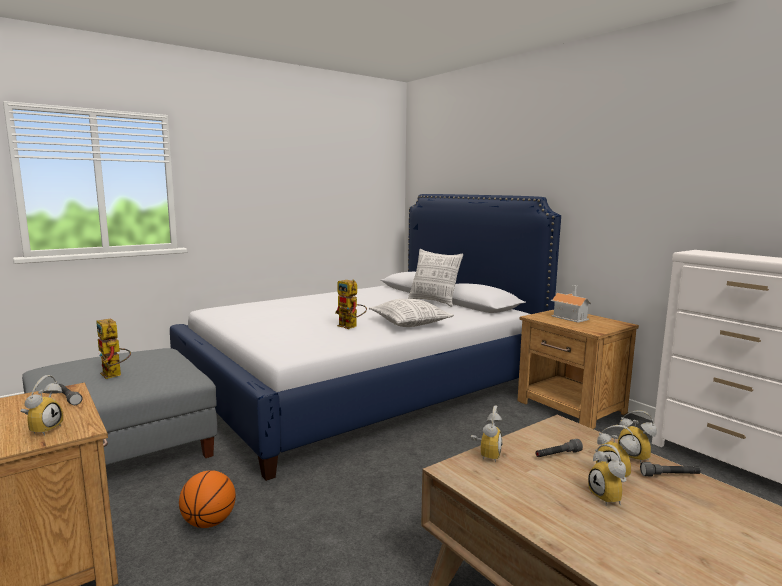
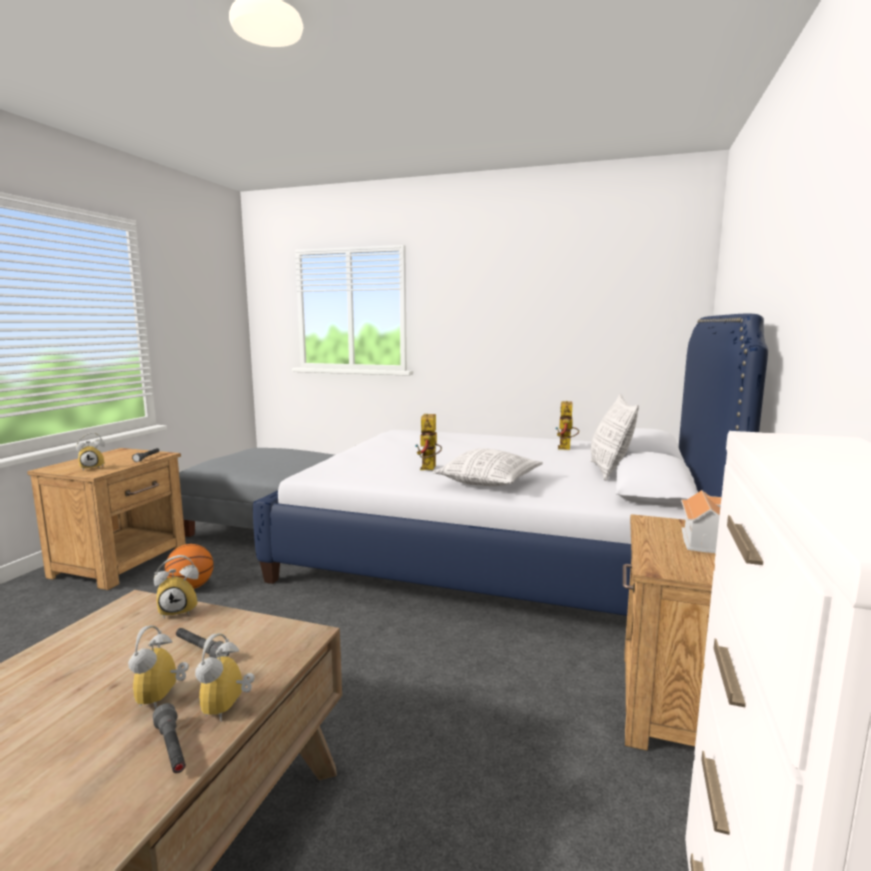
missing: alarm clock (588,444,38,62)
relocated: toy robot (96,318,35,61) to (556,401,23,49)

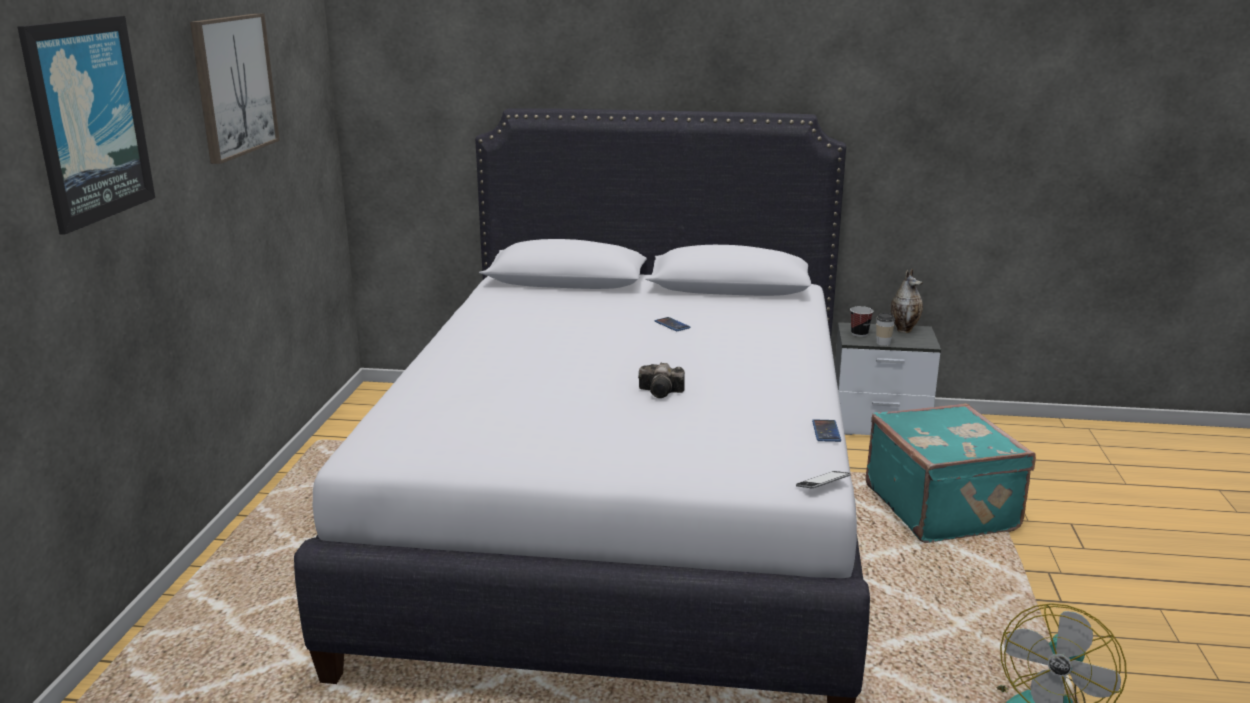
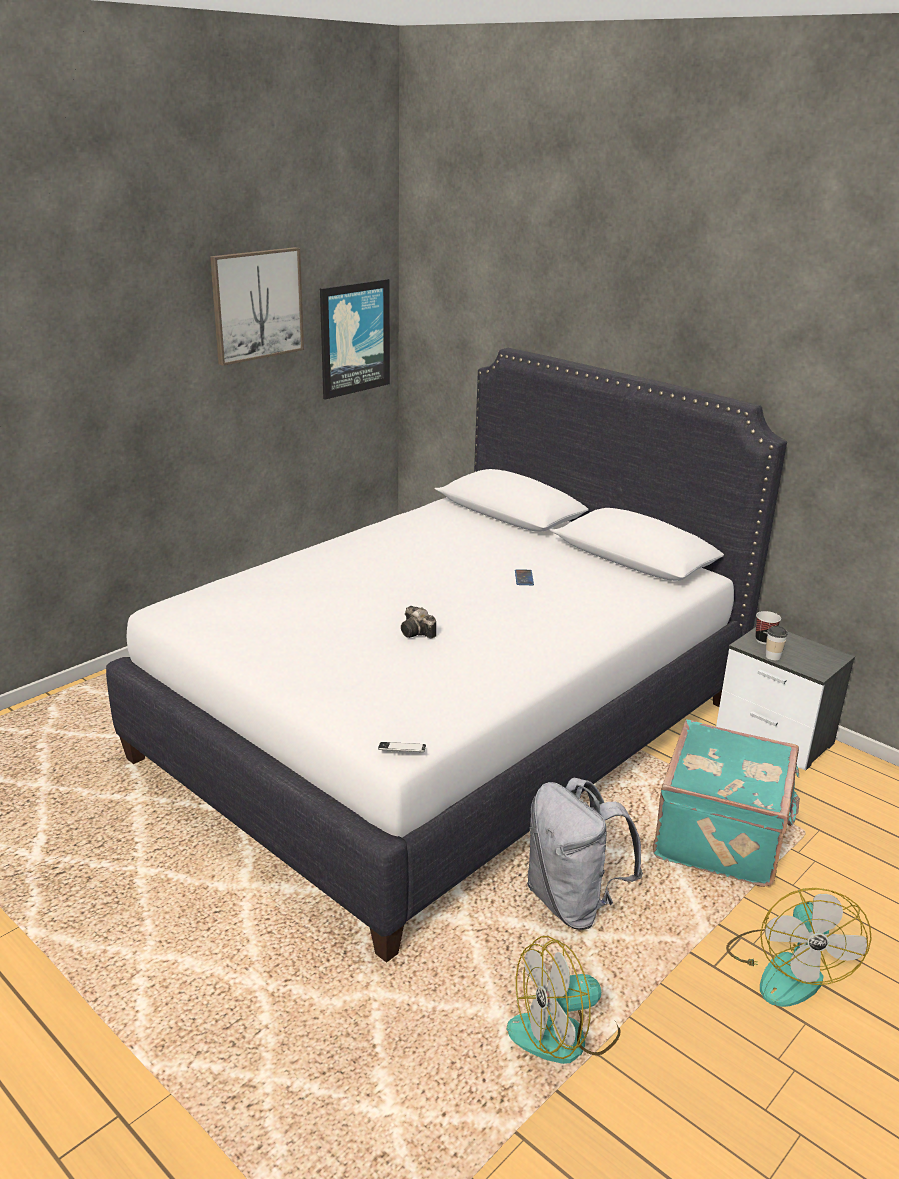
missing: vase (891,269,32,64); phone (812,419,29,23)
appeared: grey backpack (527,777,116,153); fan (726,888,146,119)
relocated: picture (17,16,138,219) to (320,279,70,121)

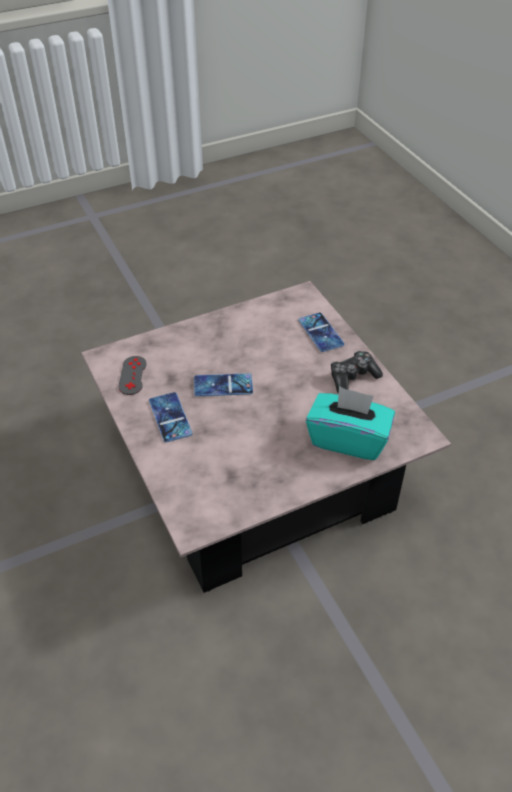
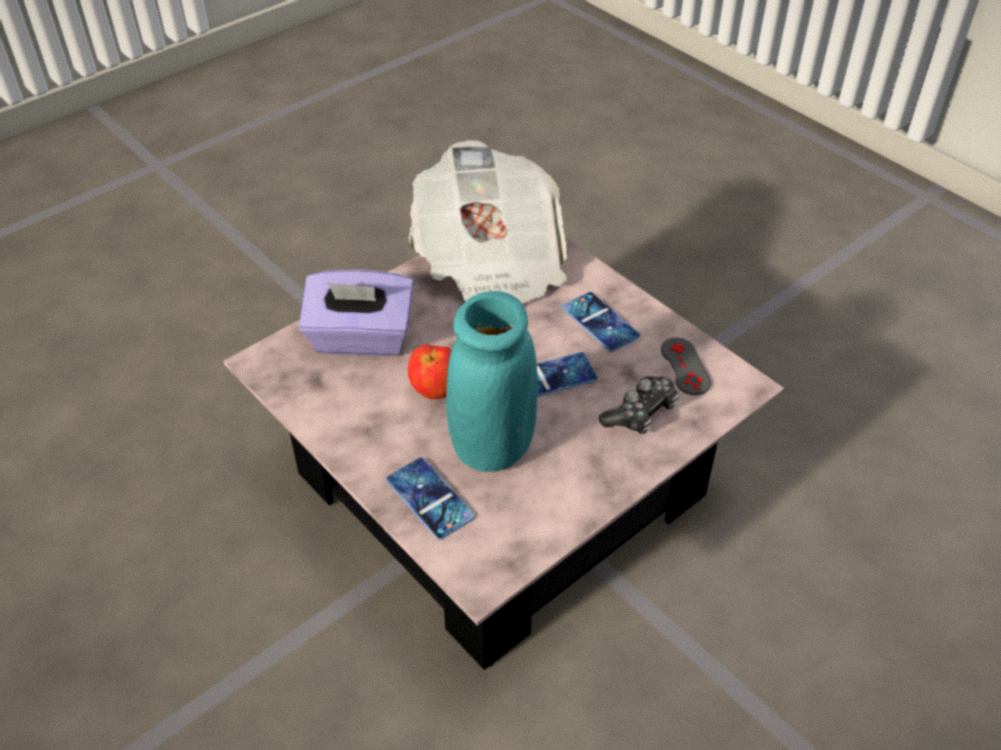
appeared: newspaper (409,140,158,164); turquoise vase (446,291,92,181); apple (408,344,44,55)
relocated: game controller (331,351,52,42) to (599,376,80,58)
colour: turquoise tissue box (306,386,89,74) to purple tissue box (299,269,115,87)

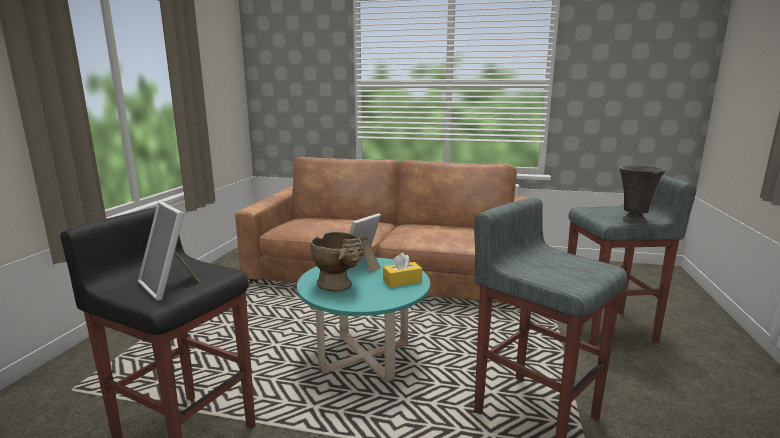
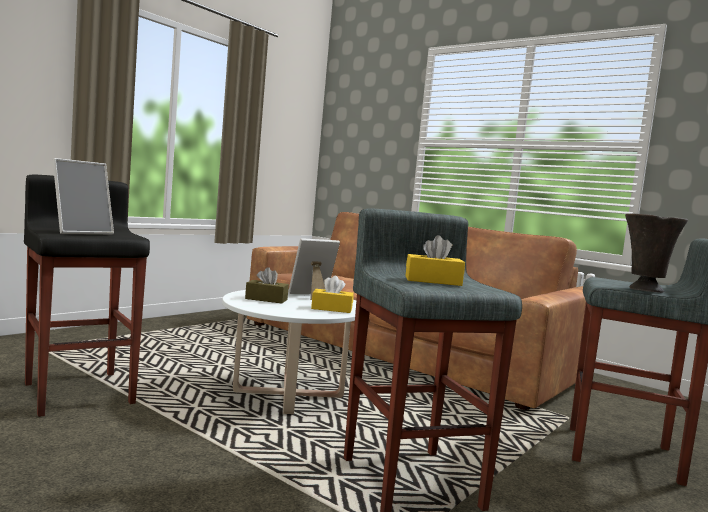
appeared: yellow tissue box (405,235,60,51)
exchanged: beige vase (311,232,54,60) to brown tissue box (245,267,44,37)
colour: turquoise coffee table (297,258,133,125) to white coffee table (222,289,134,125)
spun: picture frame (138,201,63,100) = (53,158,61,77) 120 degrees counterclockwise

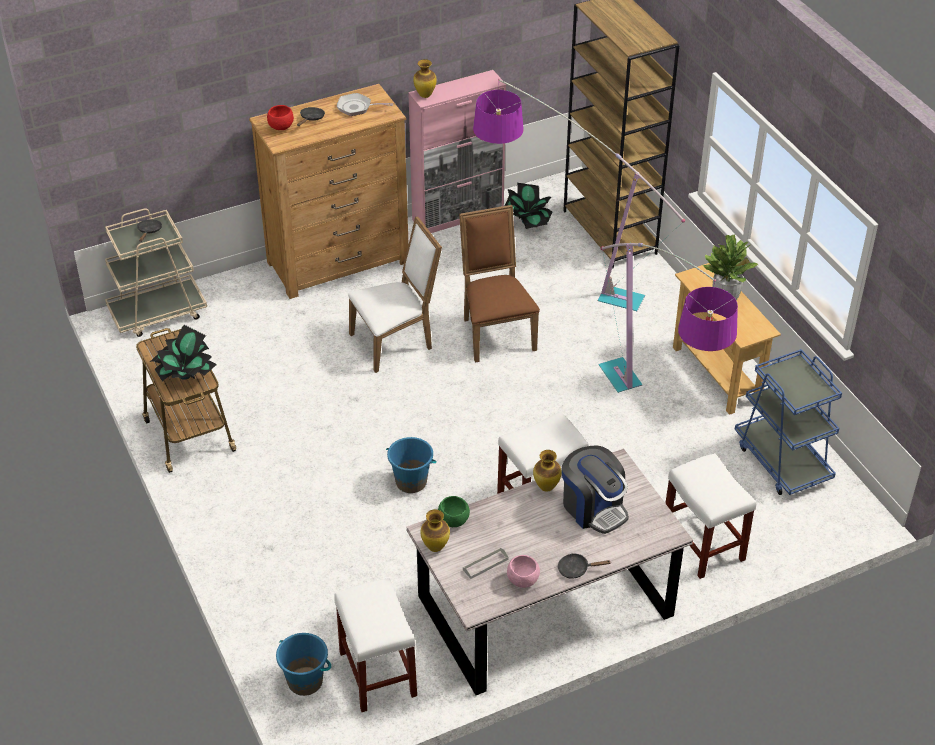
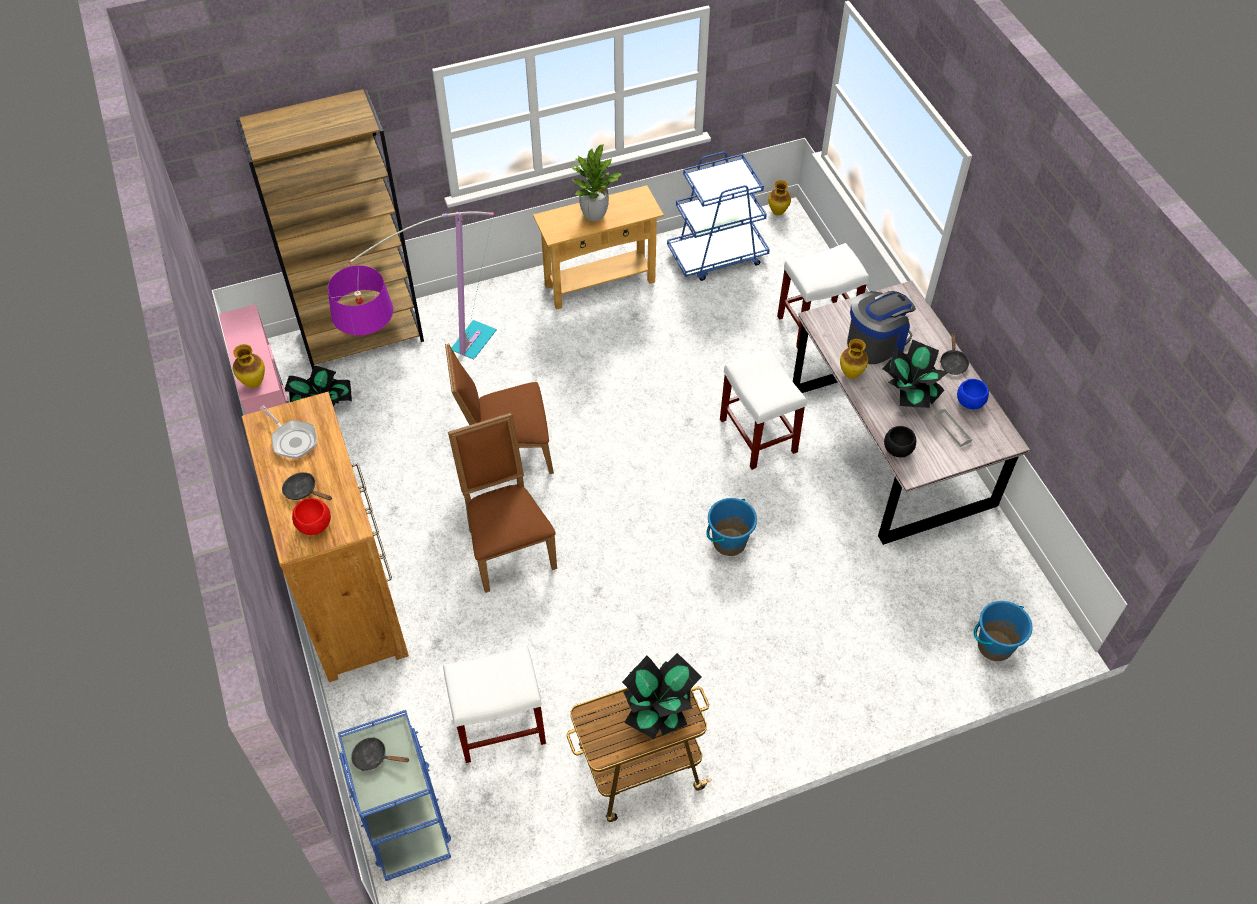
missing: floor lamp (598,243,140,150)
appeared: potted plant (882,339,66,69)
relocated: vase (421,509,29,43) to (768,180,23,36); white stool (334,578,83,134) to (443,645,103,118)
colour: beige cart (105,209,102,128) to blue cart (338,710,113,171); white chair (348,216,94,157) to brown chair (448,413,109,180); green bowl (438,496,32,31) to black bowl (884,426,32,31); pink bowl (507,555,33,33) to blue bowl (957,379,32,31)
spun: frying pan (337,93,56,23) = (259,405,58,54) 60 degrees counterclockwise

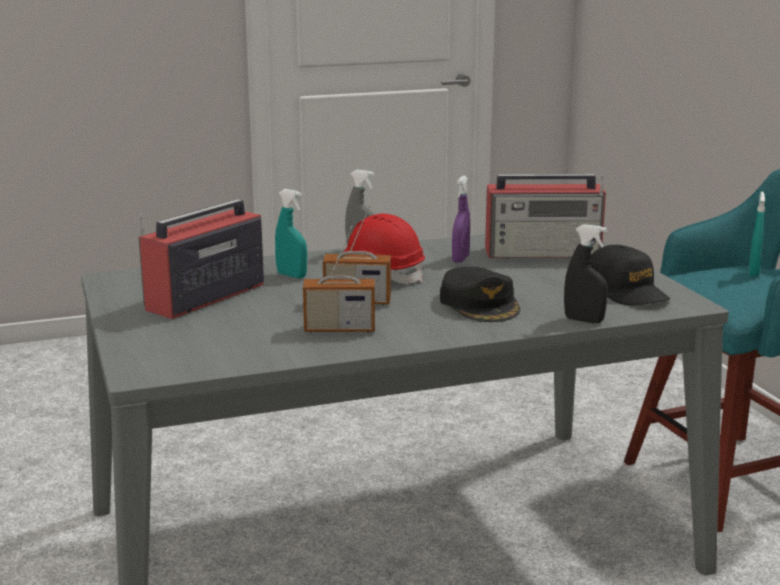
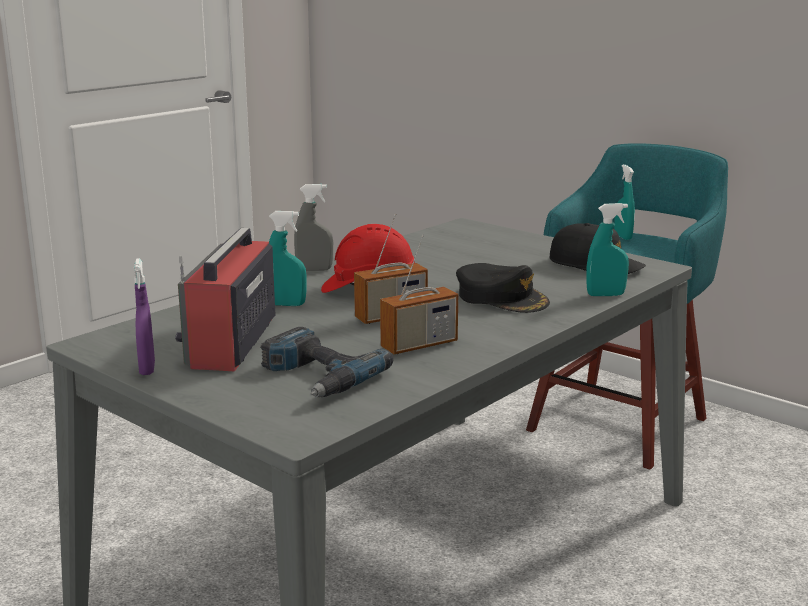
missing: radio (485,174,121,85)
appeared: power drill (260,327,134,70)
relocated: purple spray bottle (452,176,18,87) to (134,258,21,117)
colour: black spray bottle (564,224,44,99) to turquoise spray bottle (586,203,43,93)

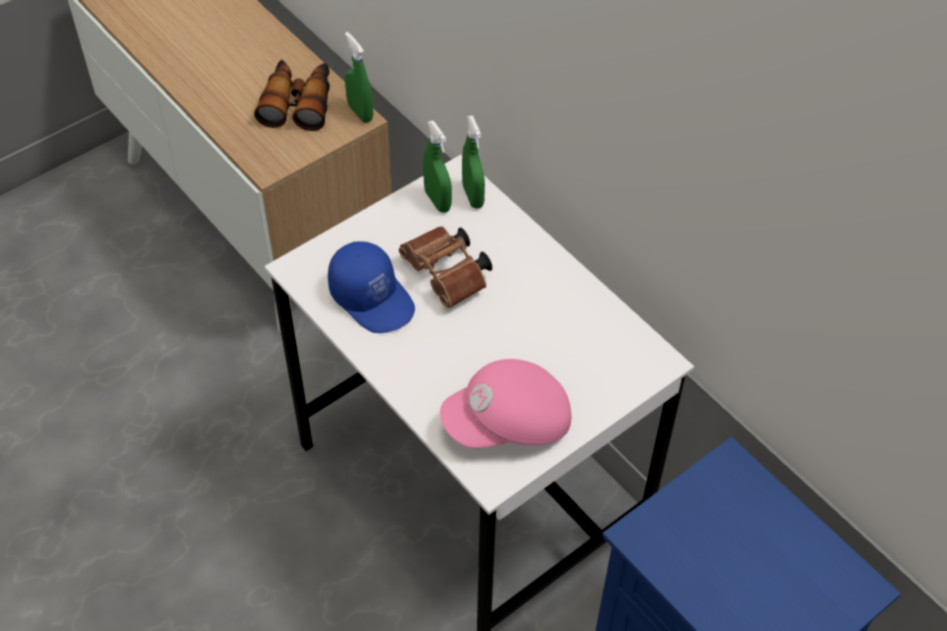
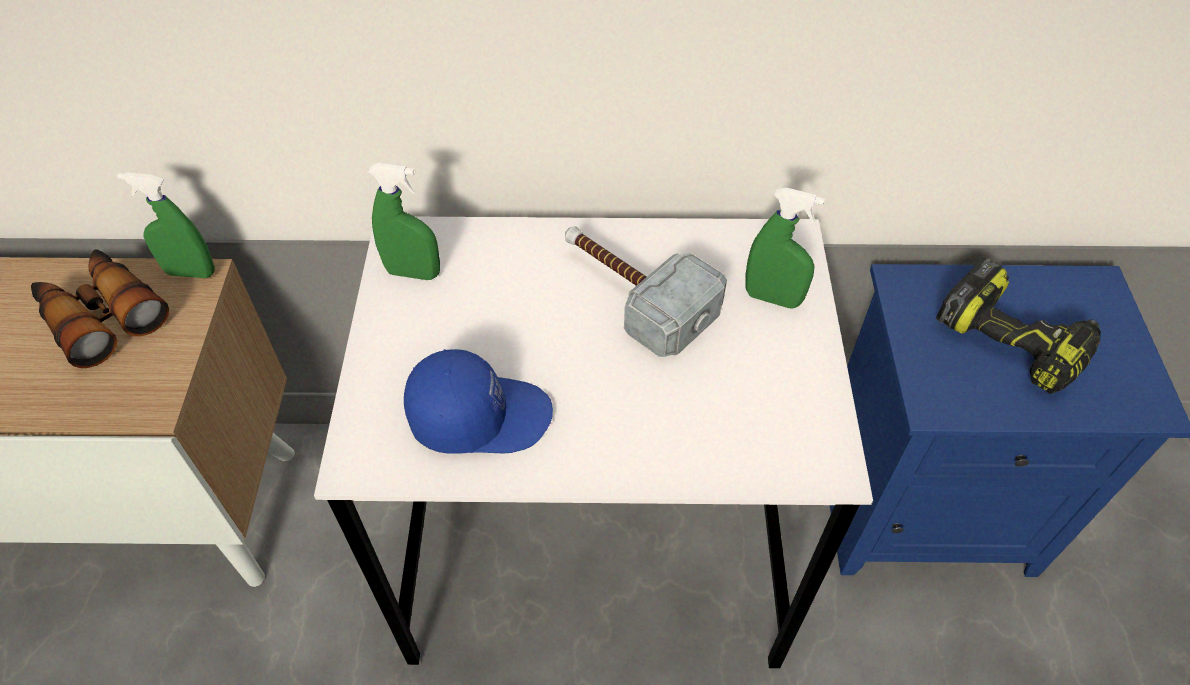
missing: brown binoculars (399,226,93,82); pink cap (440,359,131,89)
appeared: hammer (565,226,162,131); power drill (936,258,165,137)
relocated: green spray bottle (462,115,23,94) to (746,188,79,121)

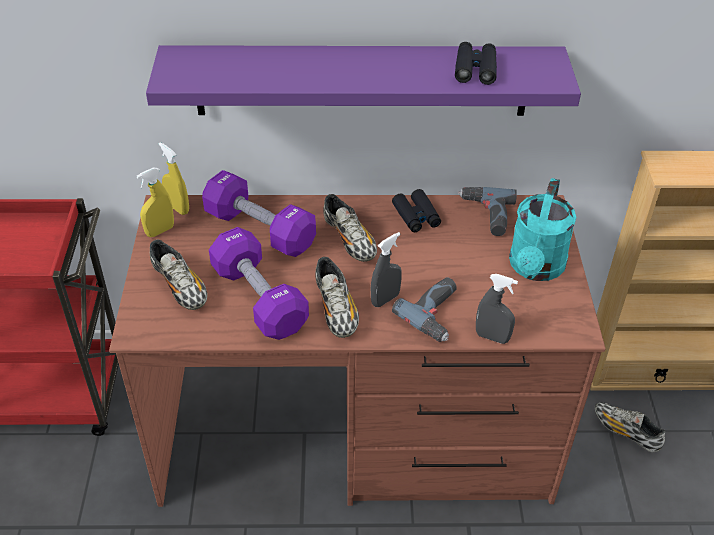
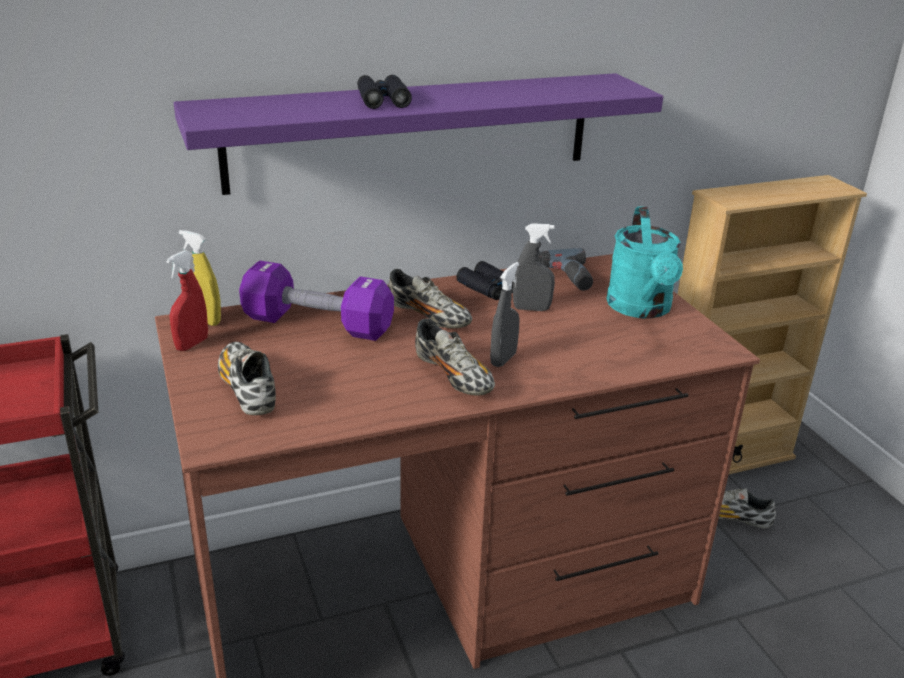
missing: purple dumbbell (209,227,100,113); power drill (392,277,65,65)
relocated: black binoculars (455,42,42,43) to (357,75,55,34); grey spray bottle (476,274,42,70) to (513,223,42,88)
colour: yellow spray bottle (136,168,38,69) to red spray bottle (166,250,42,101)
spun: shoe (150,239,57,71) = (218,342,58,73) 150 degrees counterclockwise

